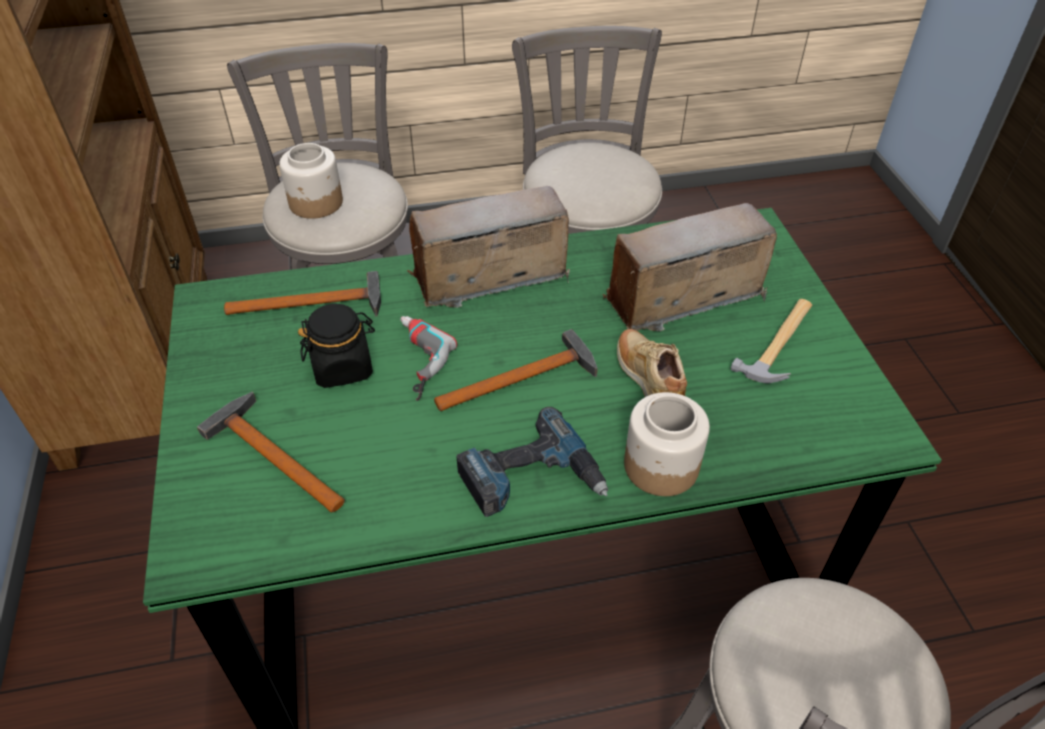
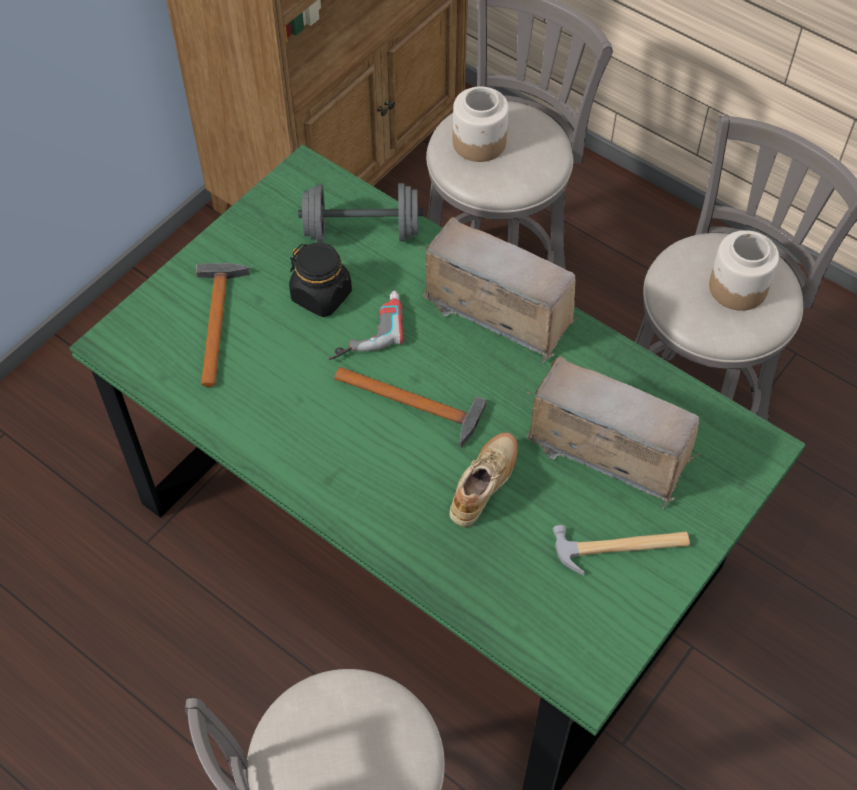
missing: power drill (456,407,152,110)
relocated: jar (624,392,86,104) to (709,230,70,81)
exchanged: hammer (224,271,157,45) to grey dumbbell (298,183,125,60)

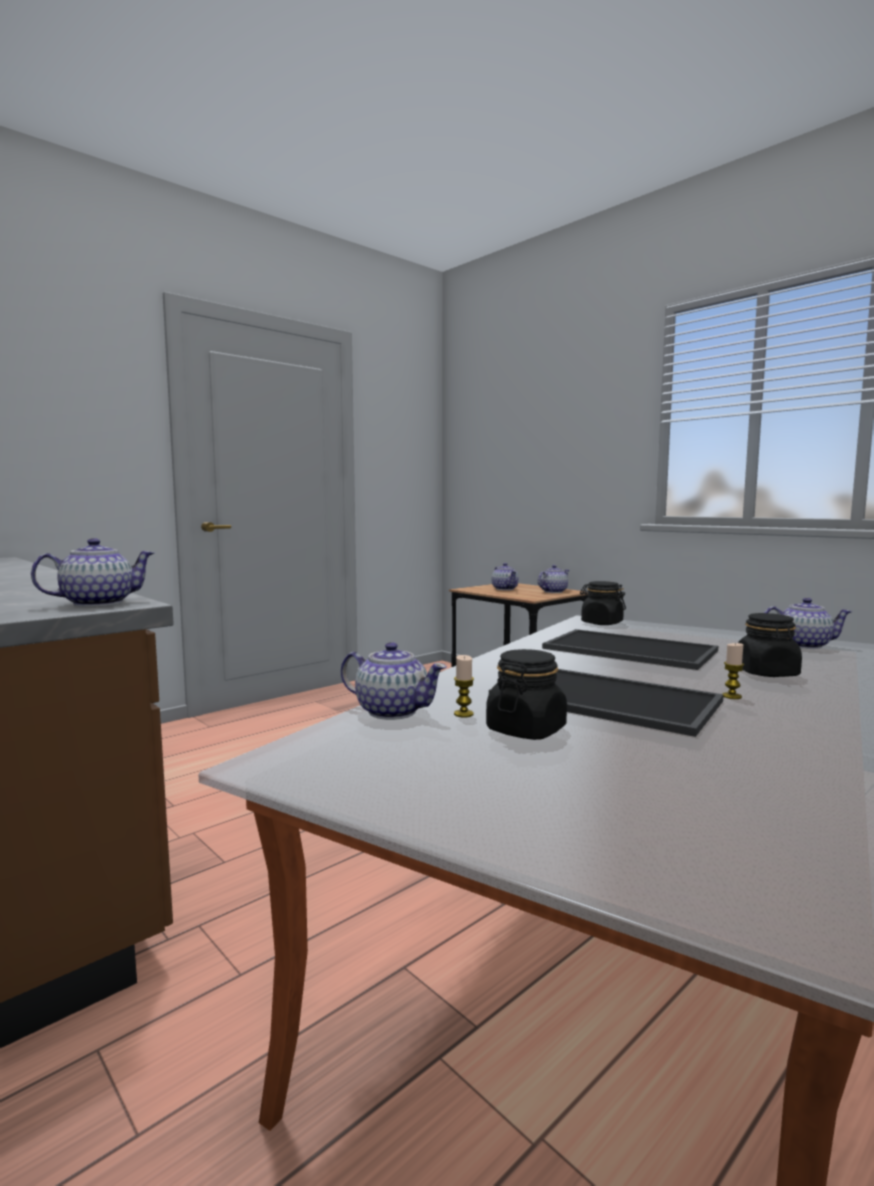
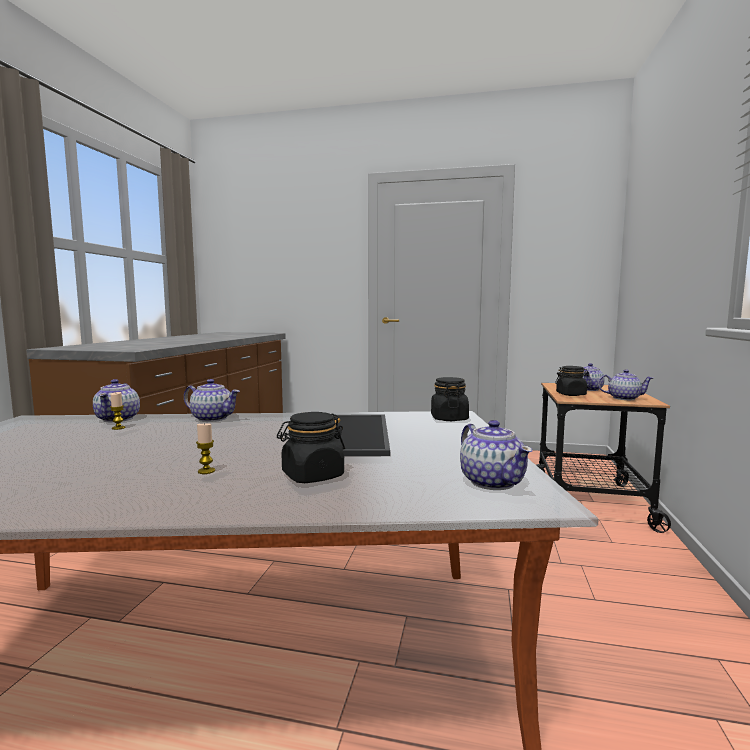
missing: tray (489,669,235,68)
relocated: teapot (31,538,123,69) to (184,379,56,43); black jar (486,649,81,91) to (555,366,34,30)

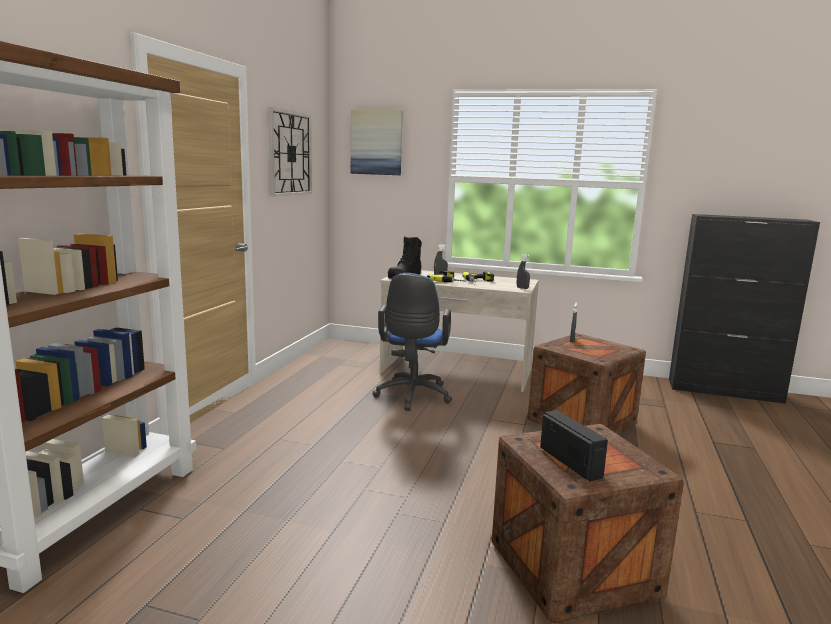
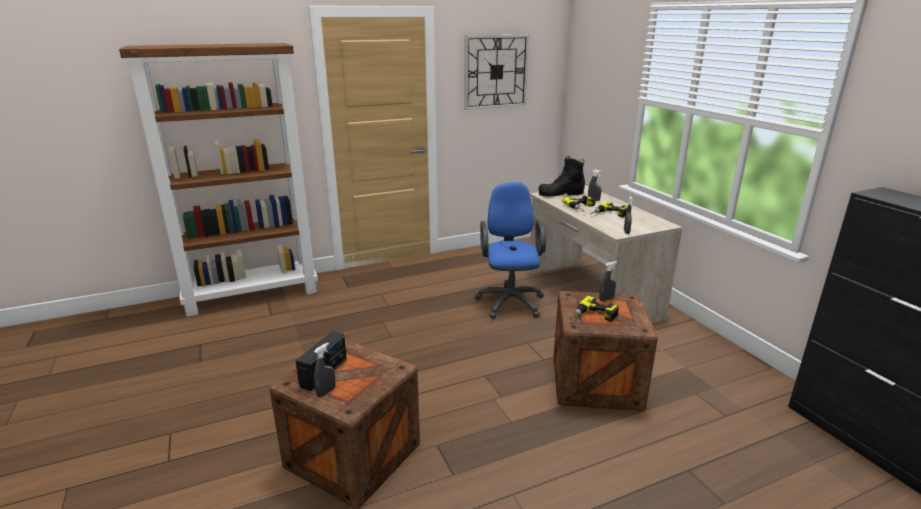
missing: picture (351,110,52,65)
appeared: power drill (570,296,49,25); grey spray bottle (314,343,21,54)
spun: blue office chair (372,273,80,138) = (475,182,71,137) 120 degrees clockwise

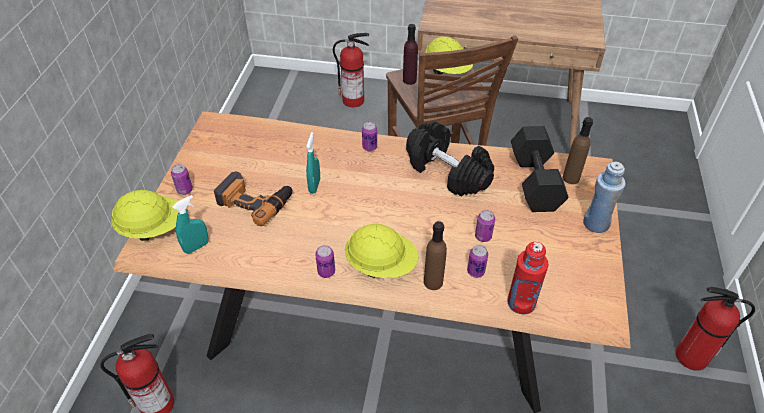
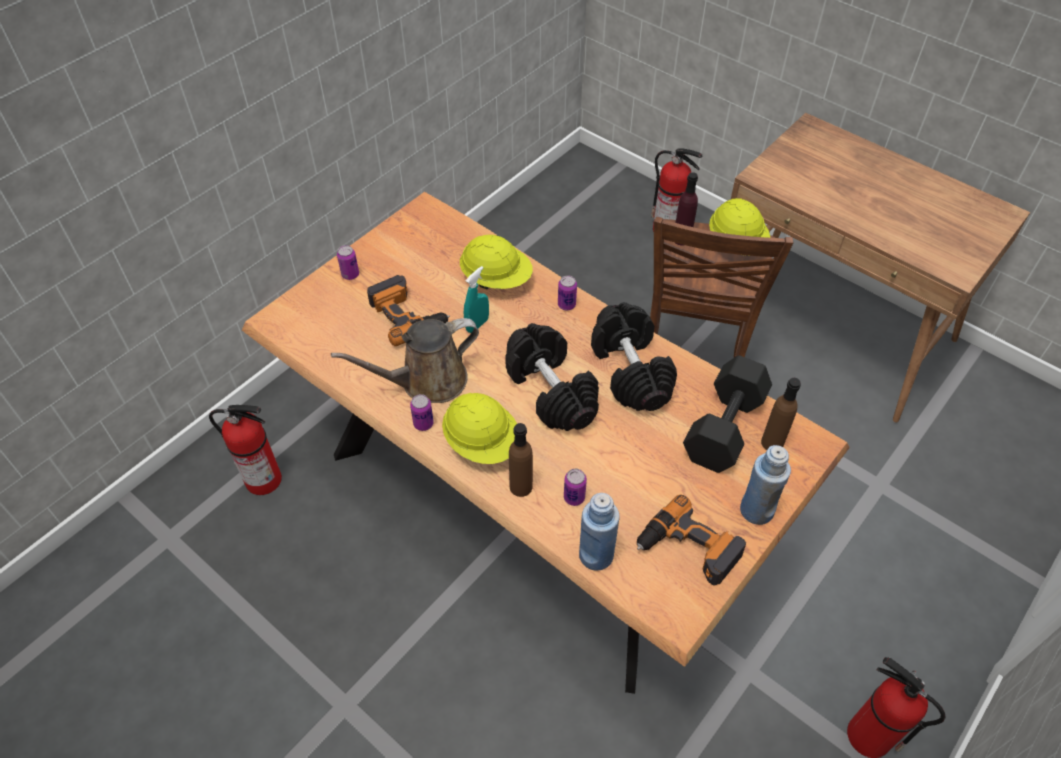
missing: turquoise spray bottle (172,195,36,59); can (475,210,20,32)
appeared: brown watering can (331,318,148,85); black dumbbell (505,323,94,108); power drill (637,495,109,91)
relocated: yellow hard hat (111,190,68,51) to (460,235,73,55)
colour: red bottle (507,242,41,73) to blue bottle (579,493,41,78)

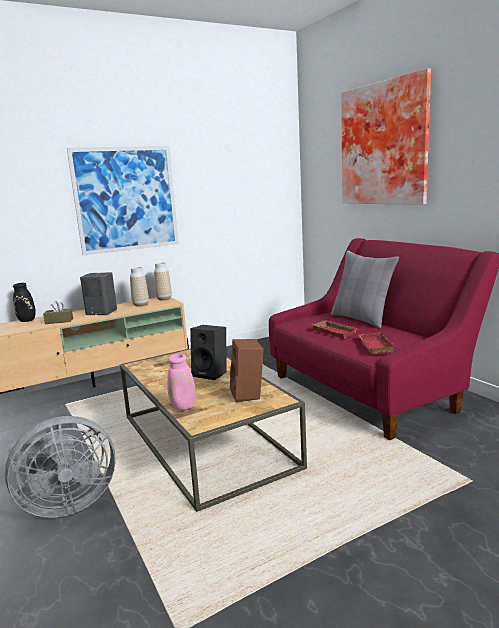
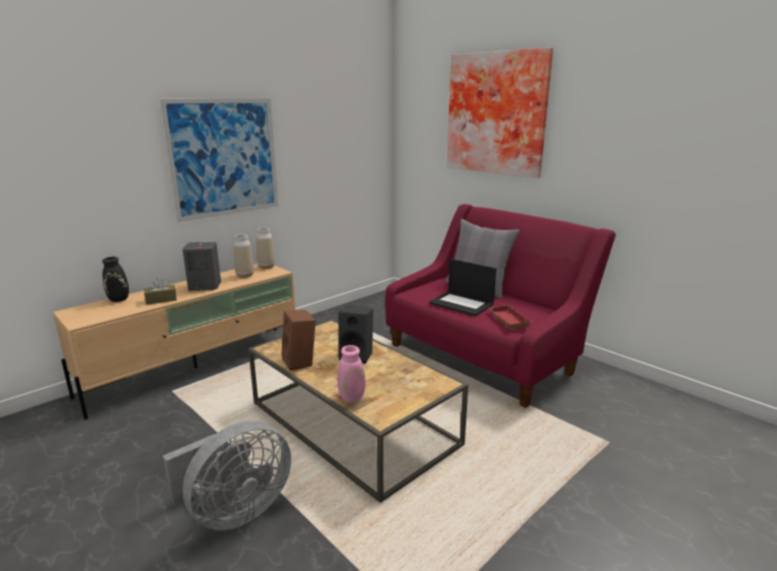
relocated: brown speaker (230,339,34,64) to (281,310,35,61)
exchanged: red tray (312,320,47,19) to laptop (429,259,68,57)

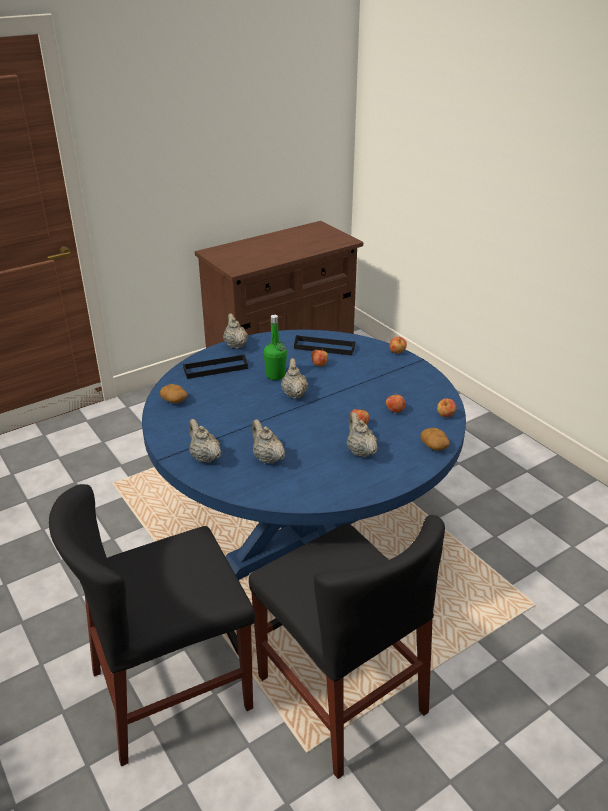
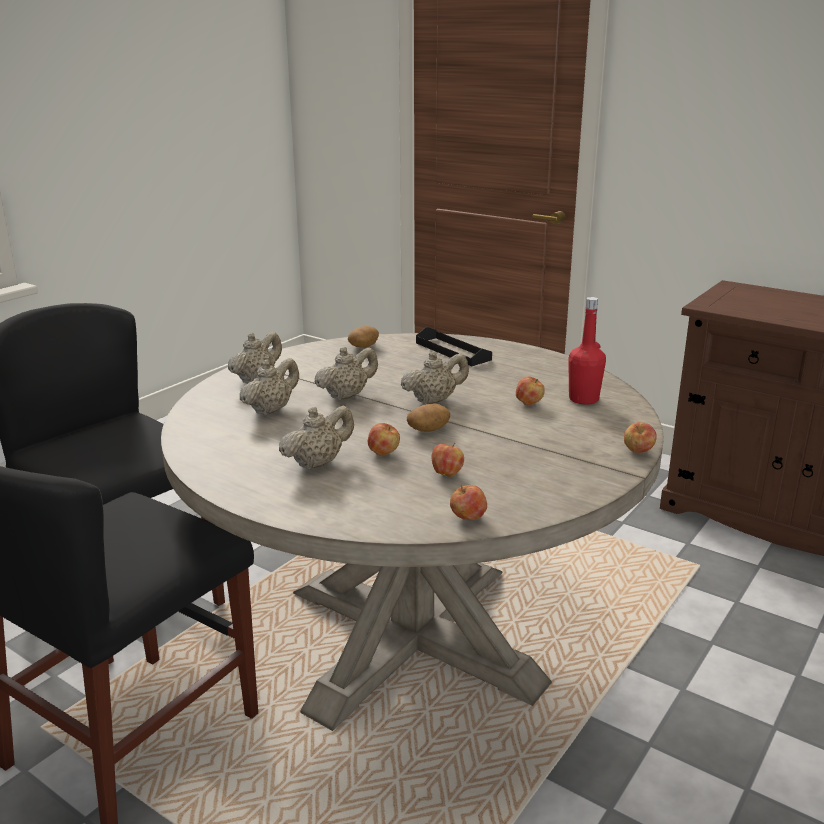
missing: green bottle (263,315,24,65)
relocated: beige teapot (223,313,25,36) to (315,347,63,53); potato (420,428,30,23) to (407,403,43,29)
exchanged: black tray (294,335,61,20) to red bottle (568,297,38,108)
colour: blue dining table (142,330,324,250) to beige dining table (161,333,503,398)

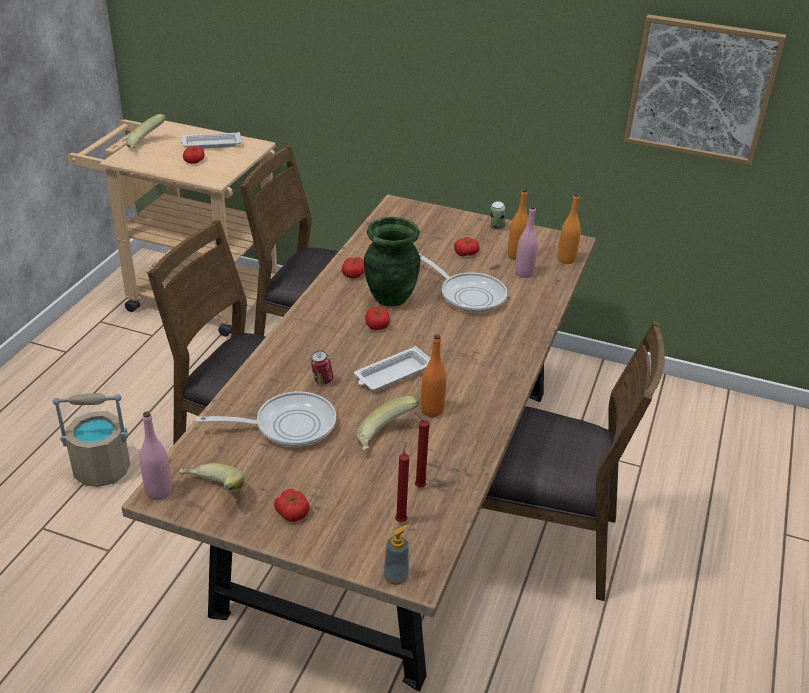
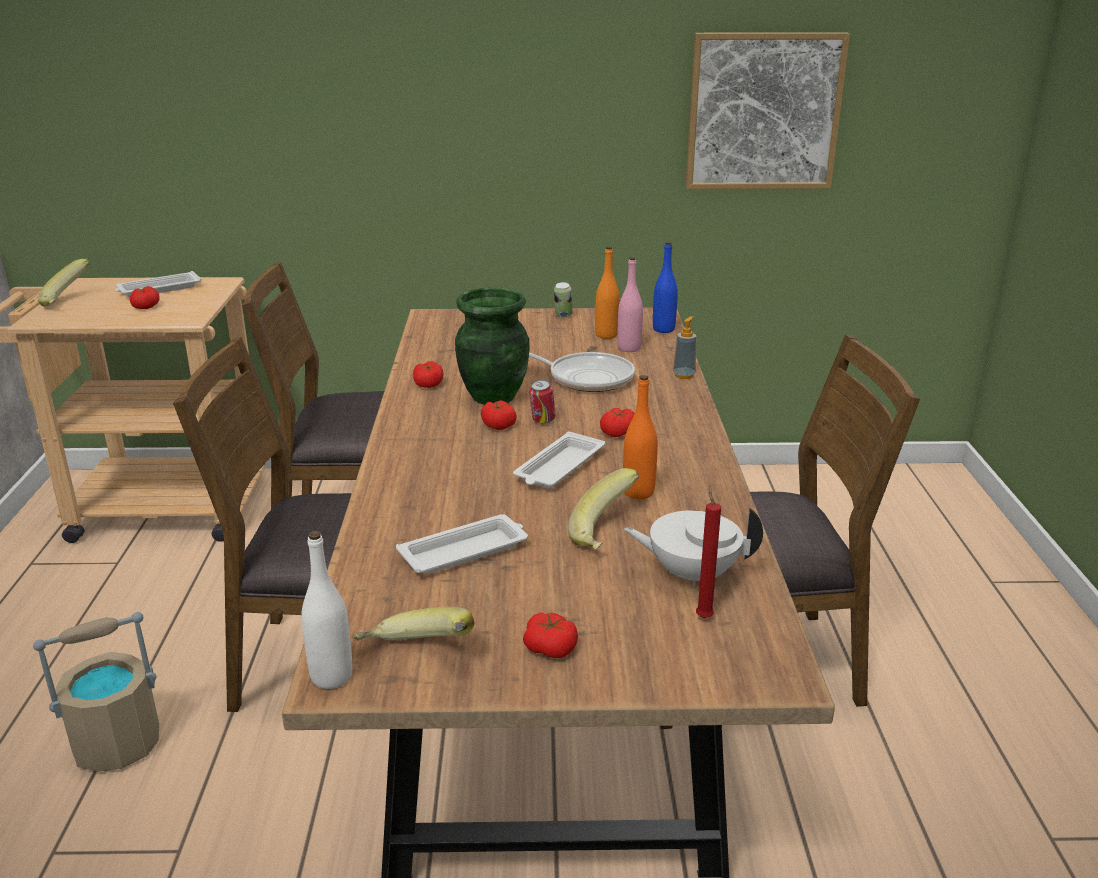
relocated: tomato (454,237,26,19) to (600,408,35,29); can (310,350,24,35) to (529,379,27,45); soap dispenser (383,524,26,61) to (673,316,23,63)
exchanged: frying pan (195,392,141,55) to white tray (396,514,132,60); red candle (415,412,14,76) to white teapot (624,508,139,79)
colour: orange bottle (558,193,23,71) to blue bottle (653,242,25,91); pink bottle (140,411,32,89) to white bottle (301,531,51,158)

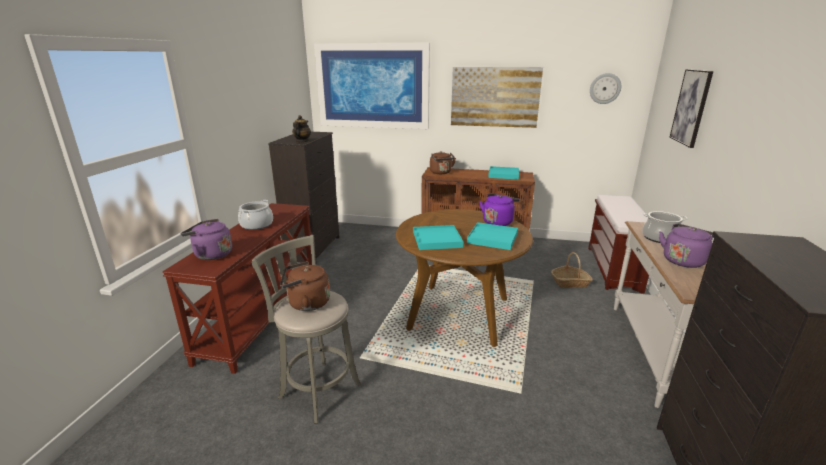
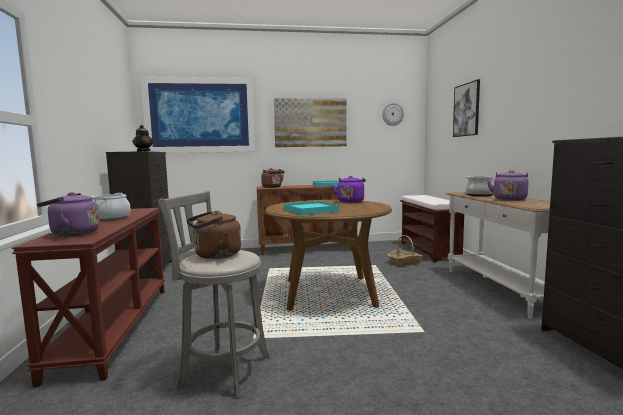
missing: turquoise tray (467,222,51,28)

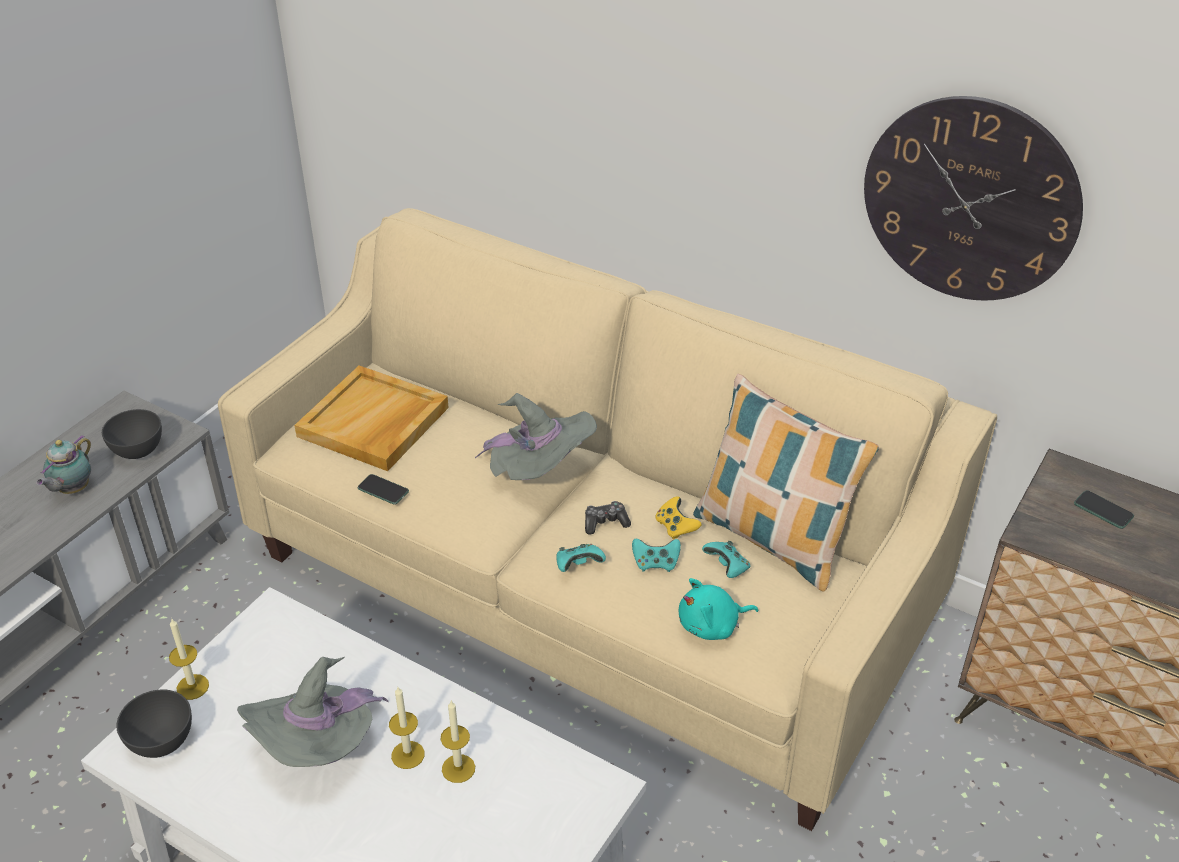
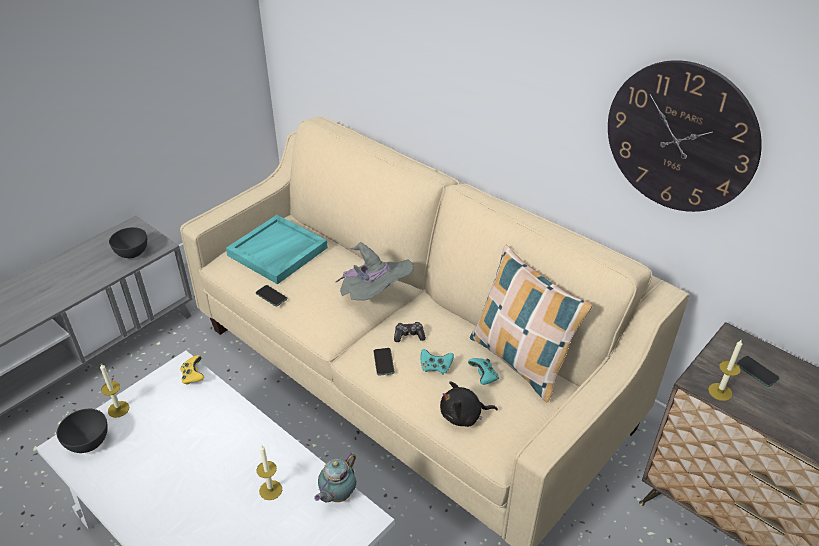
missing: grey hat (237,657,152,110)
relocated: teapot (36,435,55,59) to (314,452,42,50); yellow game controller (655,496,47,43) to (180,355,24,30); candle (389,687,36,82) to (708,339,34,62)
exchanged: turquoise game controller (556,544,50,28) to phone (374,348,21,28)
colour: beige tray (294,366,155,105) to turquoise tray (226,215,102,69); turquoise plush toy (679,578,80,62) to black plush toy (440,382,58,45)

